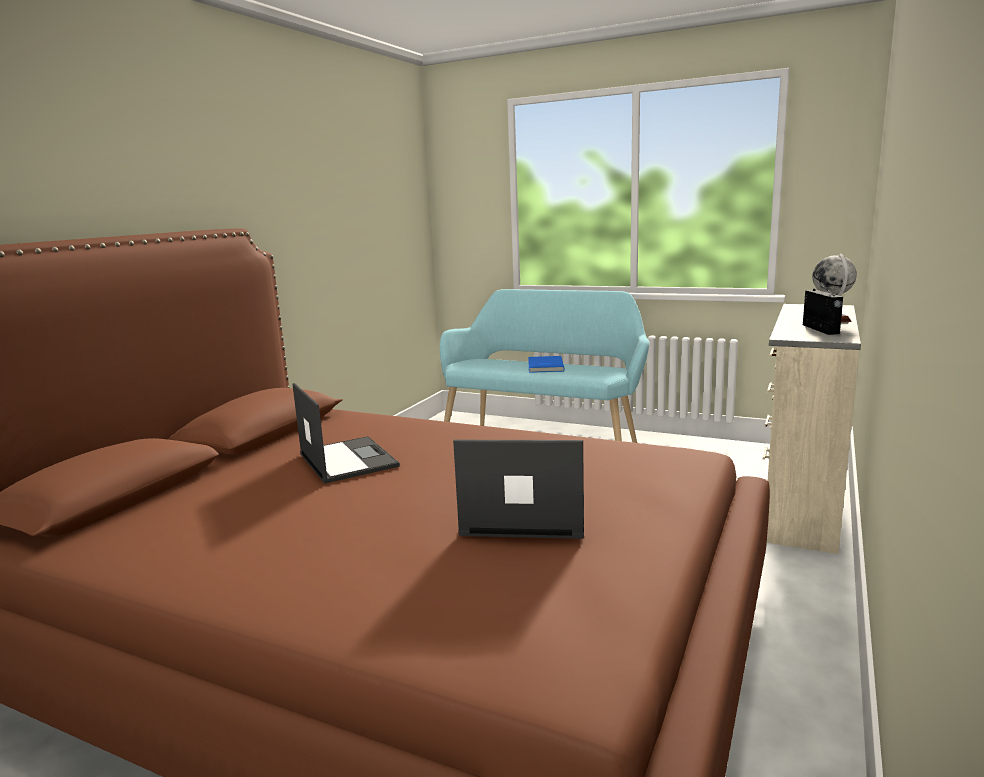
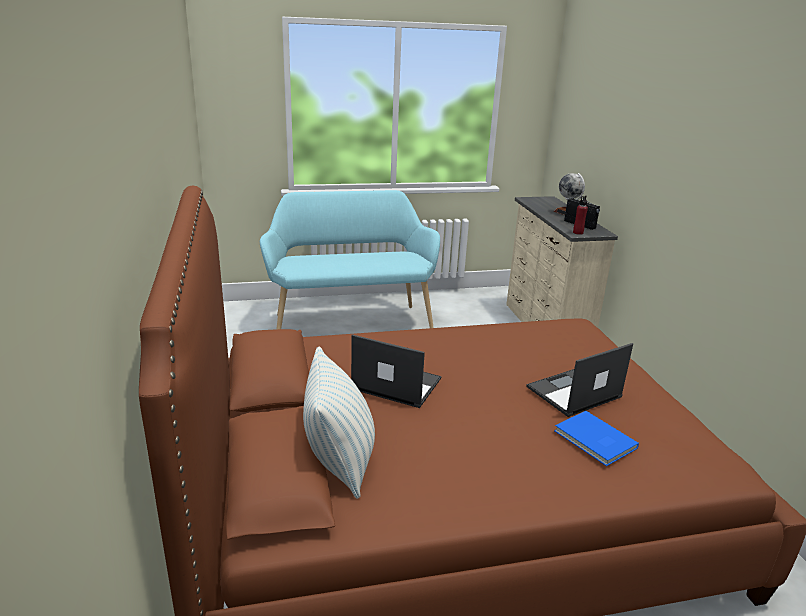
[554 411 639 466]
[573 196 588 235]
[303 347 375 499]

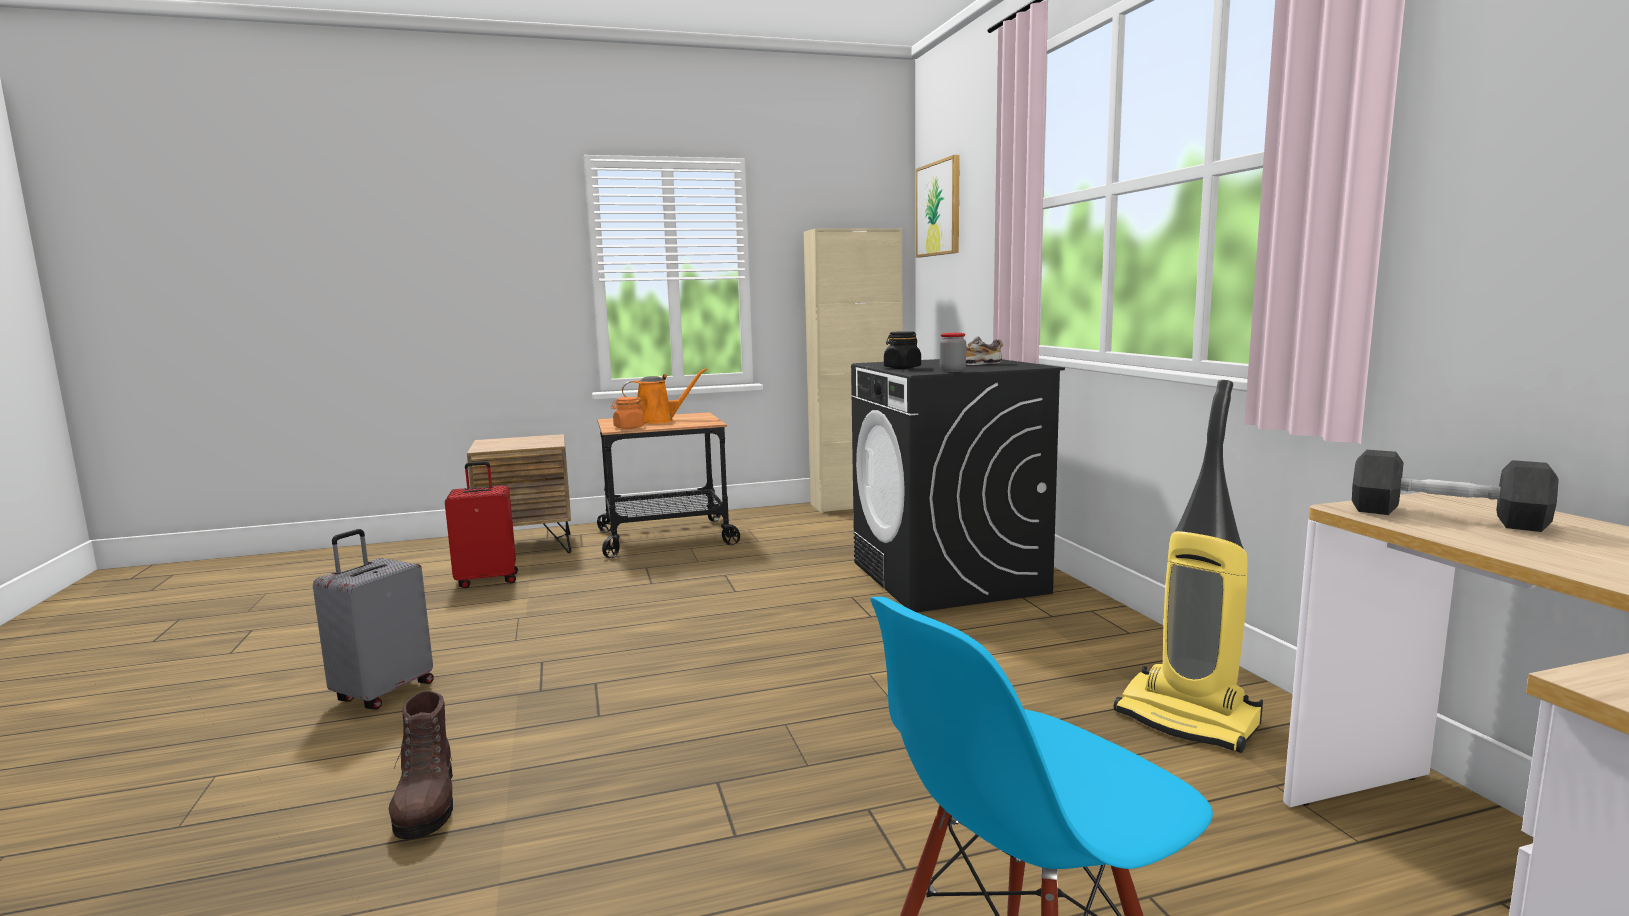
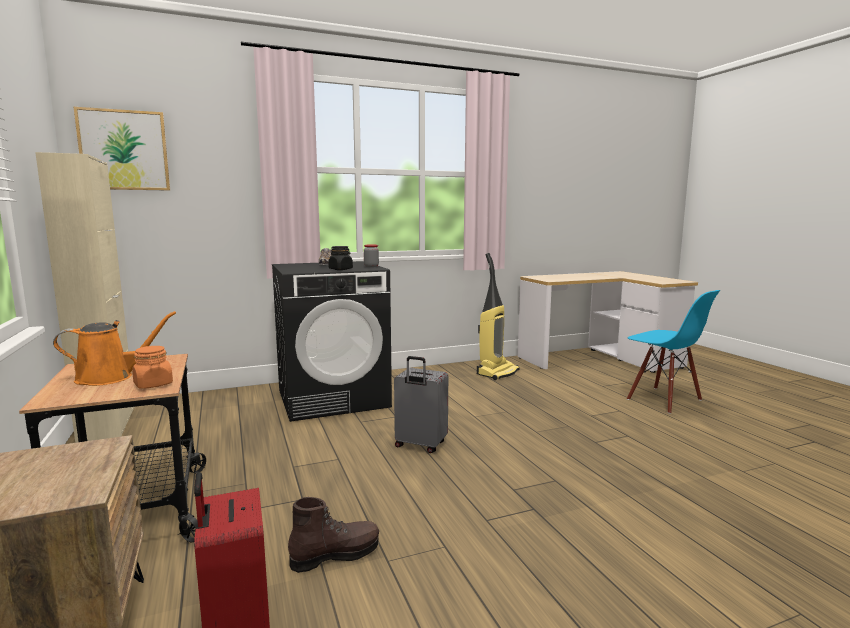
[53 311 176 386]
[1352 450 1559 532] (first image)
[394 356 448 453]
[288 497 379 573]

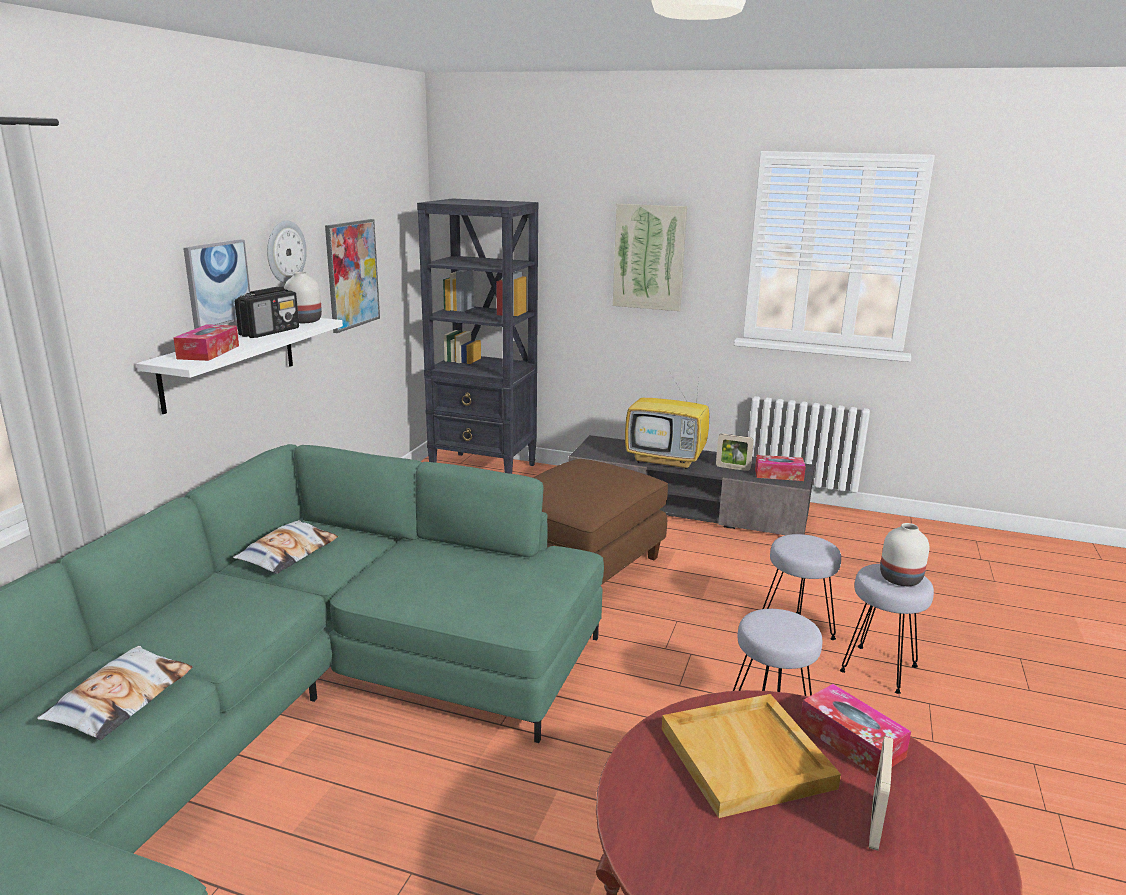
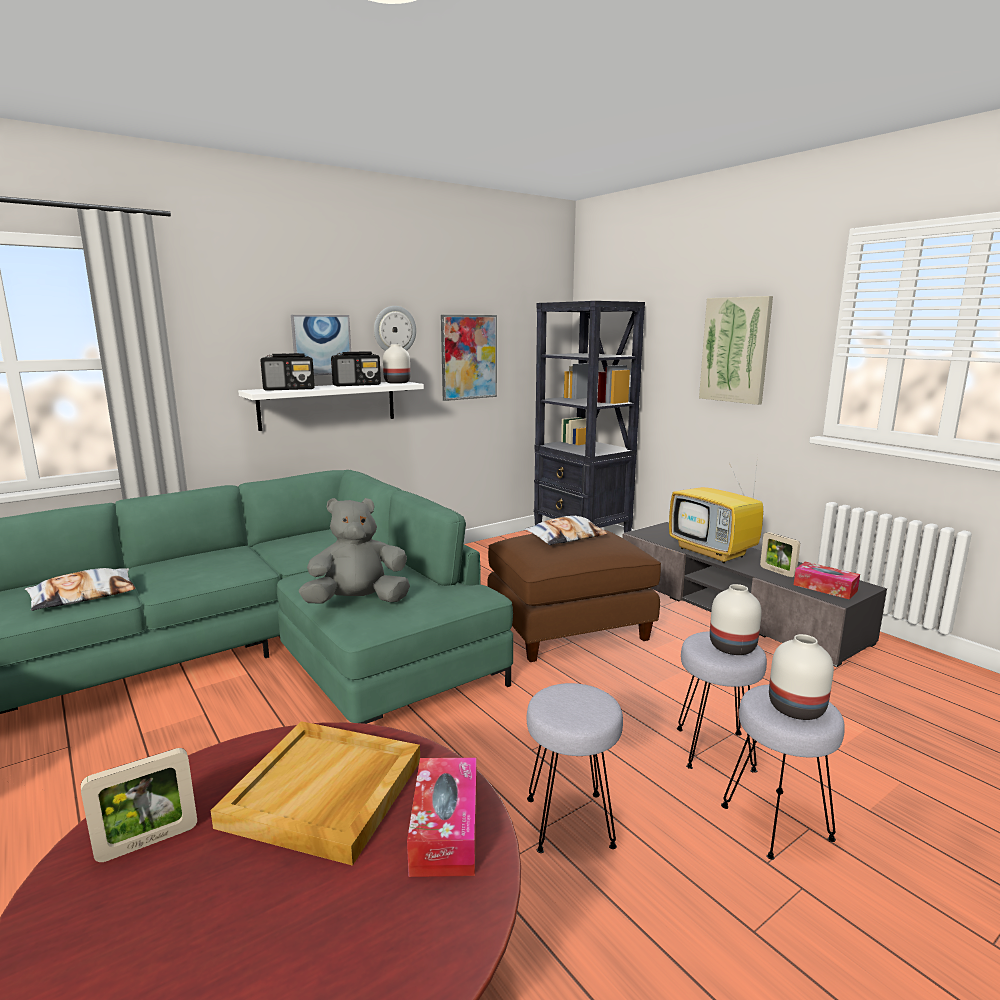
[260 353 315 391]
[524 516 608 545]
[81 748 197 862]
[299 498 410 604]
[710 584 762 655]

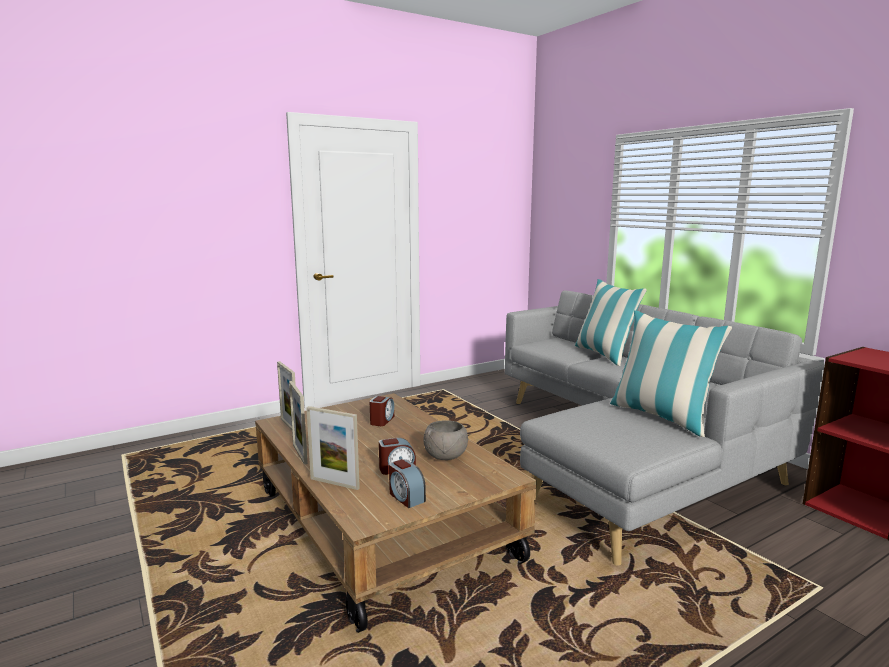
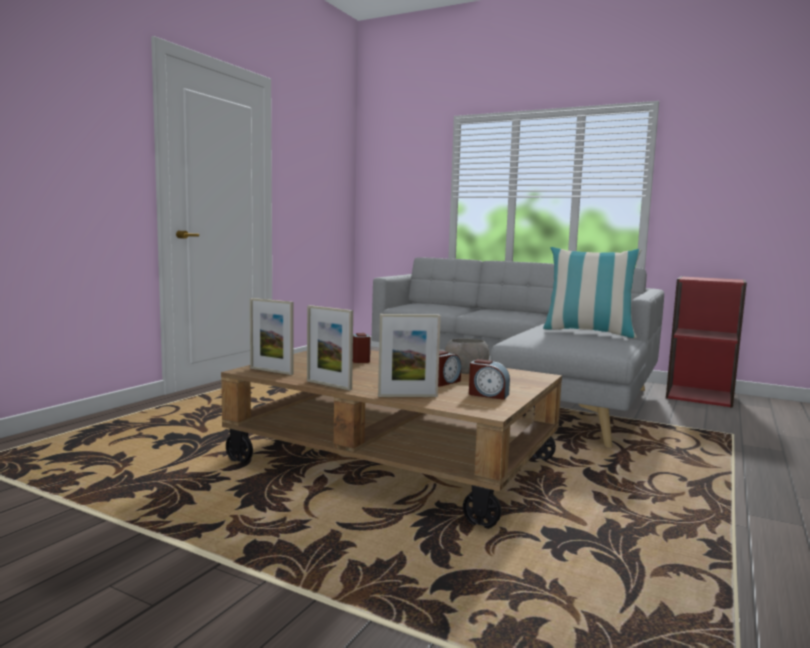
[575 279 647 366] (first image)

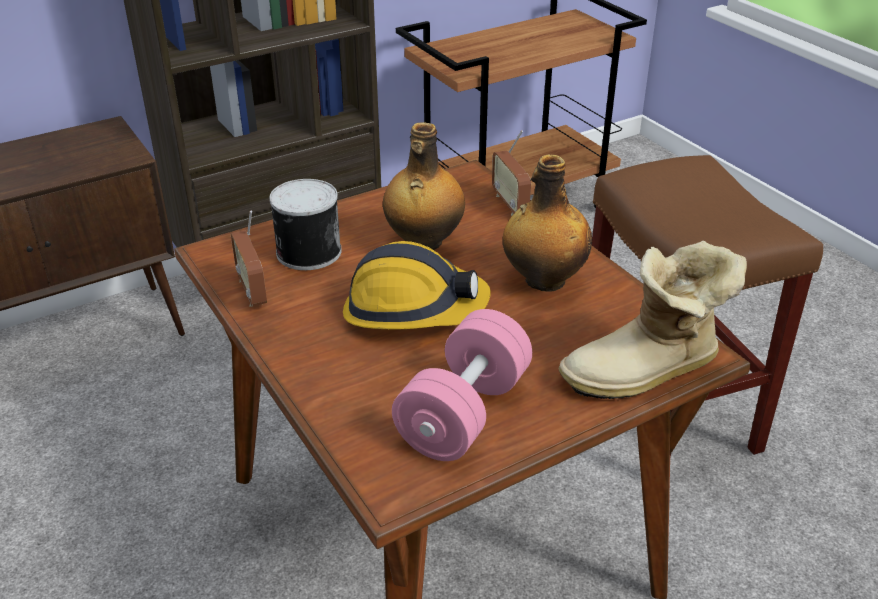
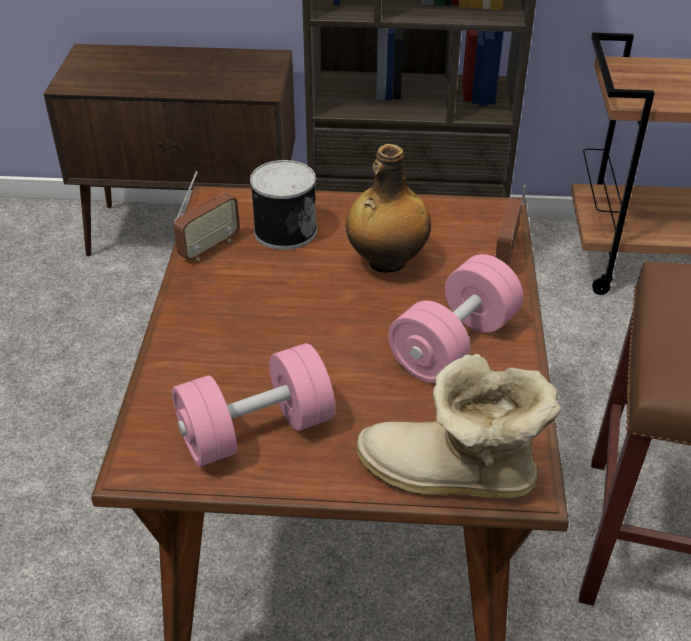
[388 254 523 383]
[173 171 240 261]
[343 241 491 329] (first image)

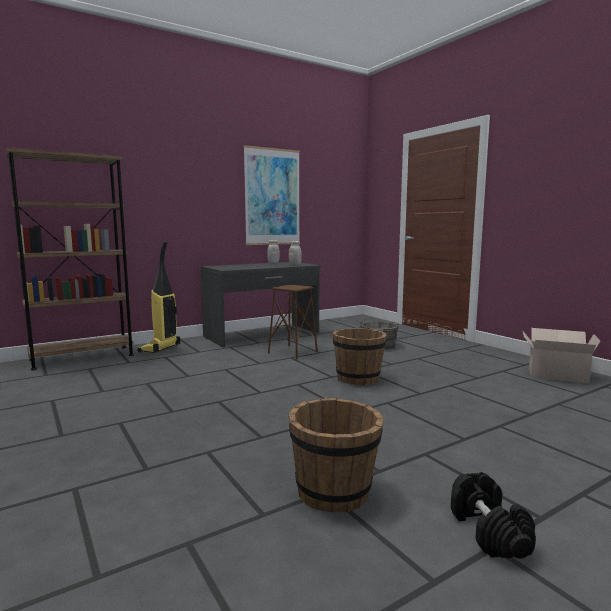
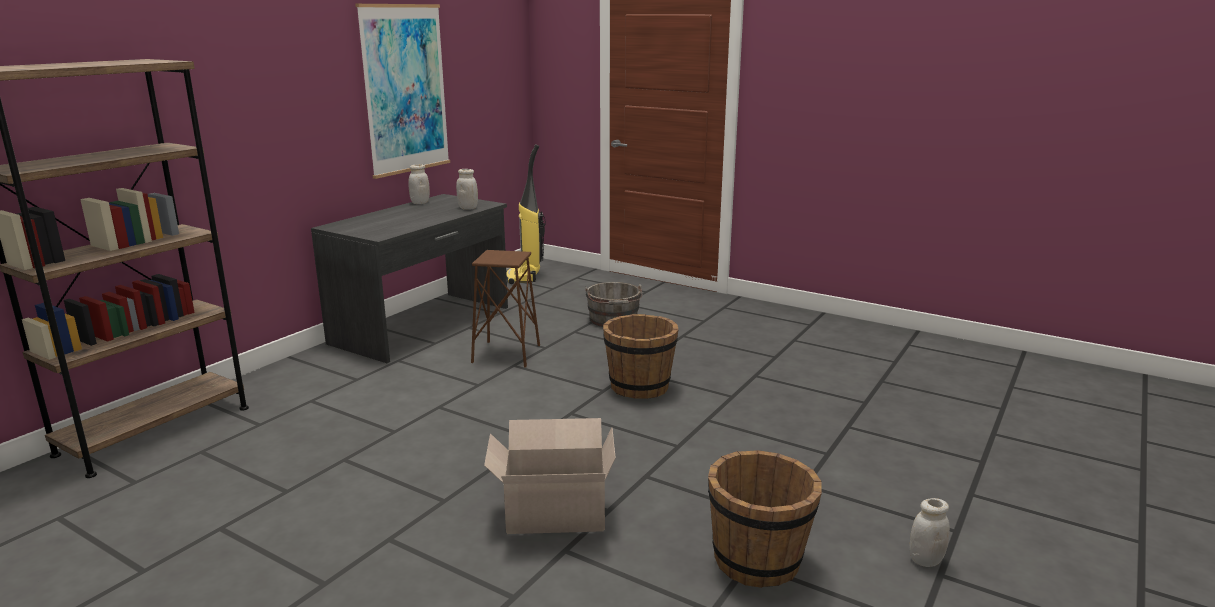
[506 144 546 284]
[484 418 616 534]
[910 498 950 567]

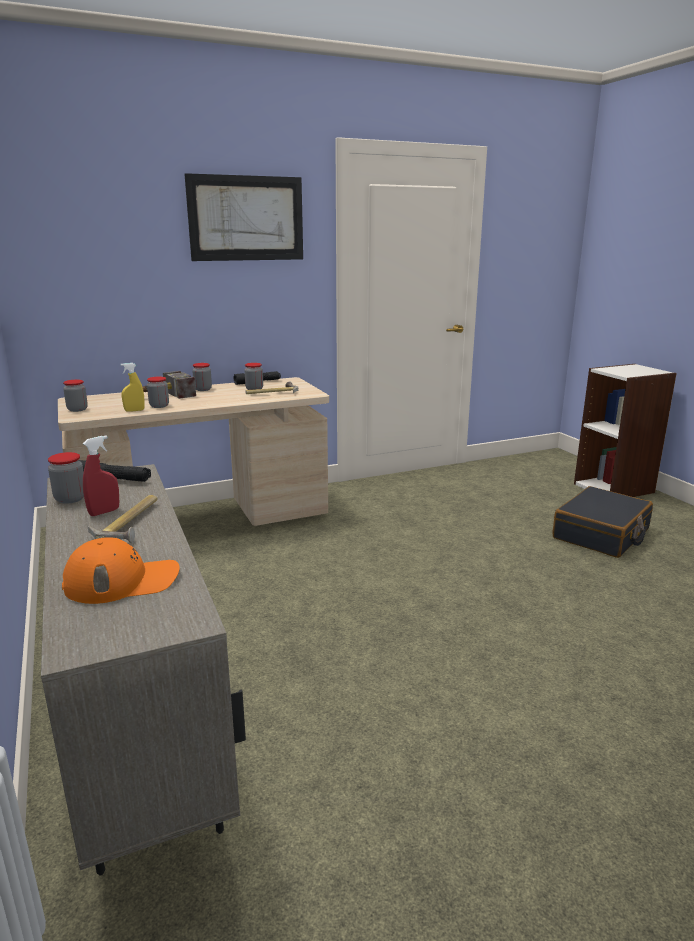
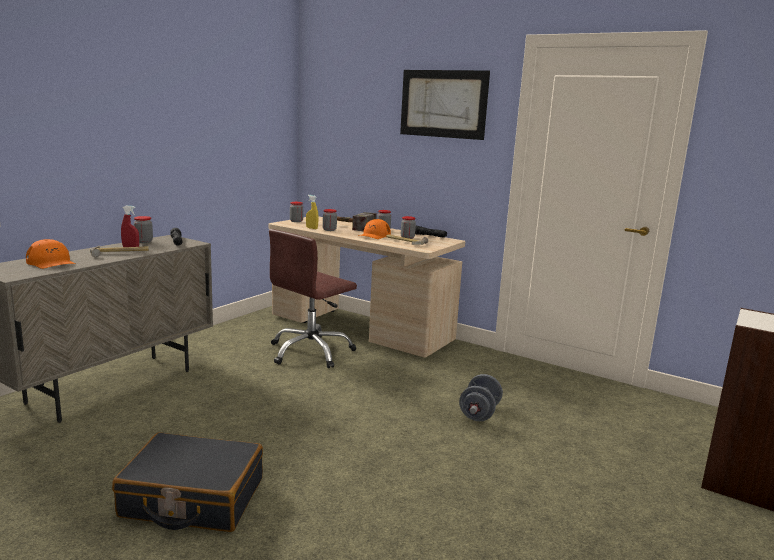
[112 432 263 532]
[358 219 391 239]
[269 229 357 368]
[459 374 503 421]

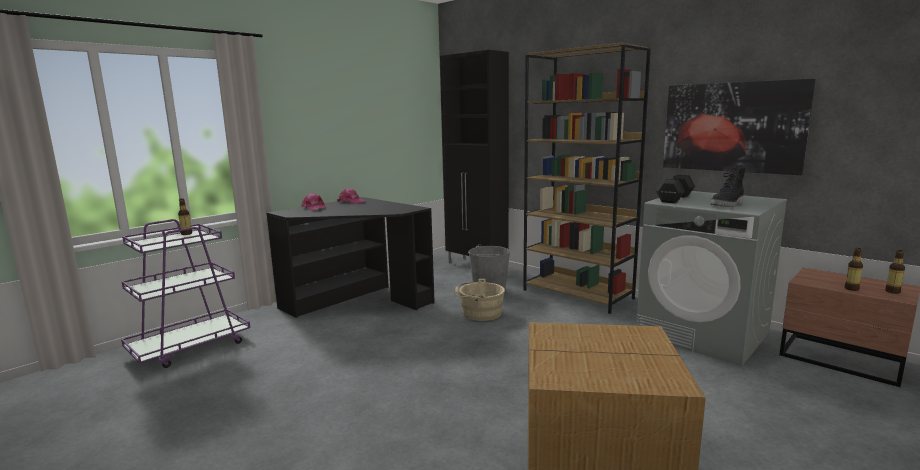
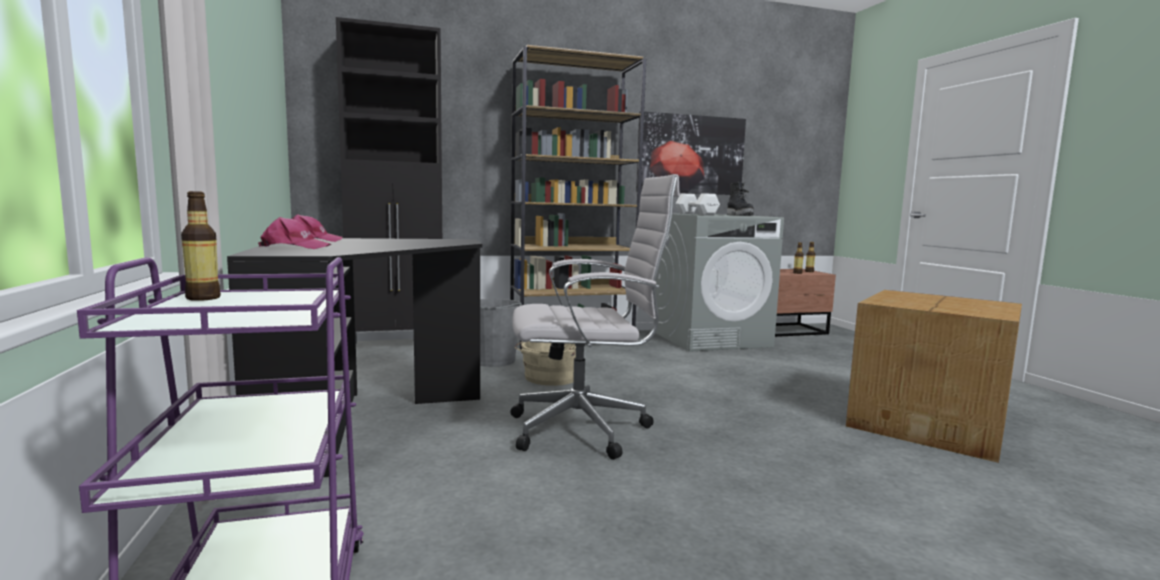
[675 194 720 215]
[511 174 680 460]

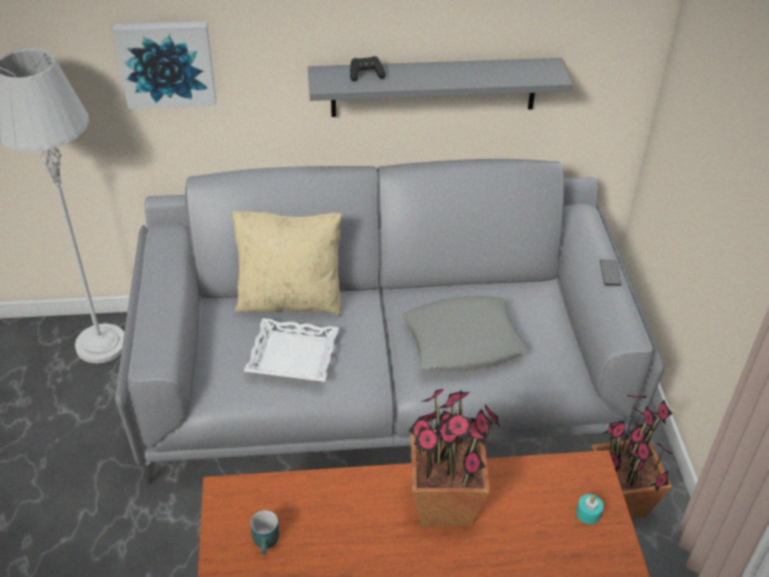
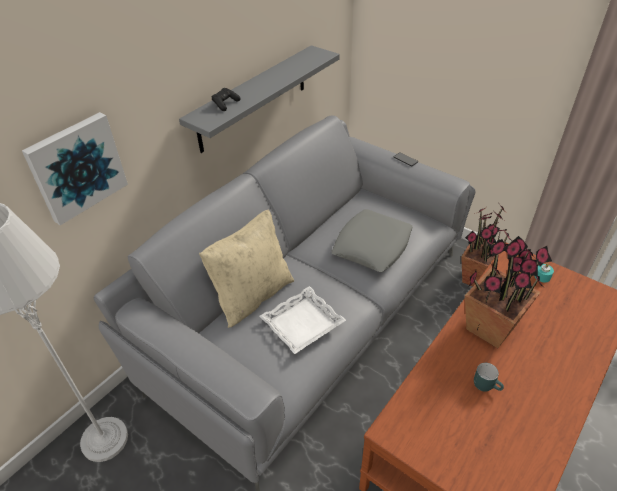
[474 363 504 392]

